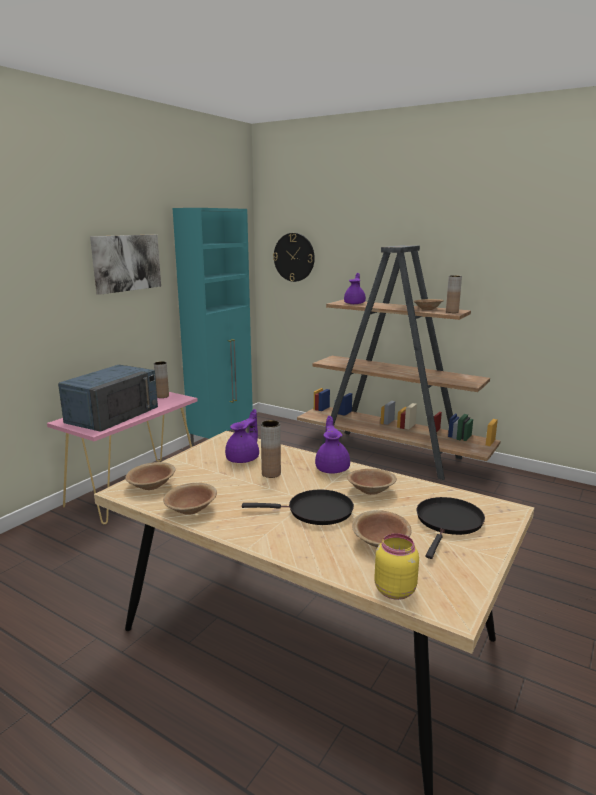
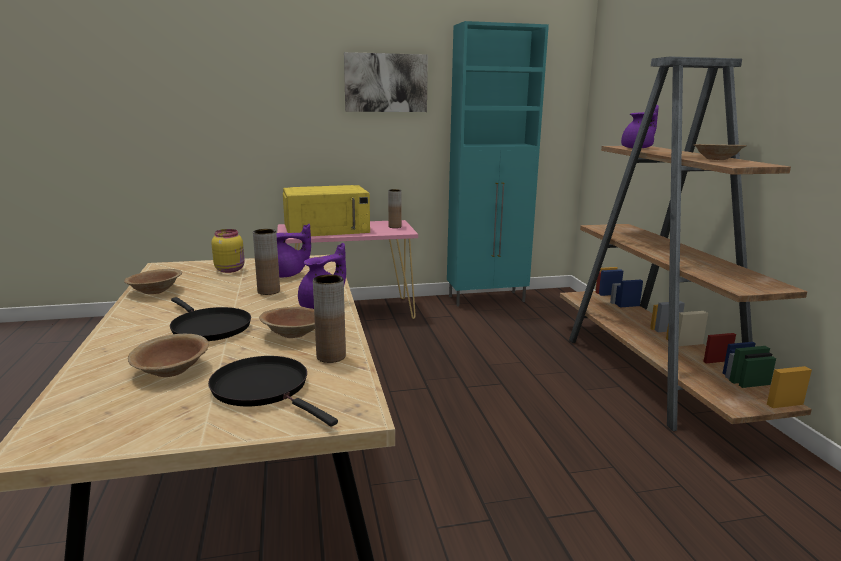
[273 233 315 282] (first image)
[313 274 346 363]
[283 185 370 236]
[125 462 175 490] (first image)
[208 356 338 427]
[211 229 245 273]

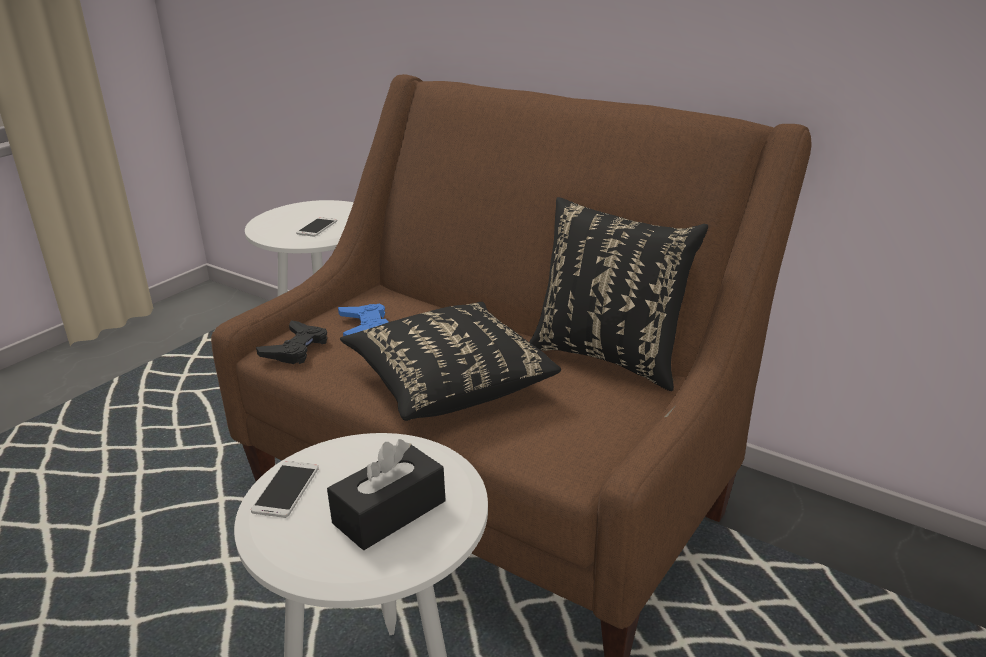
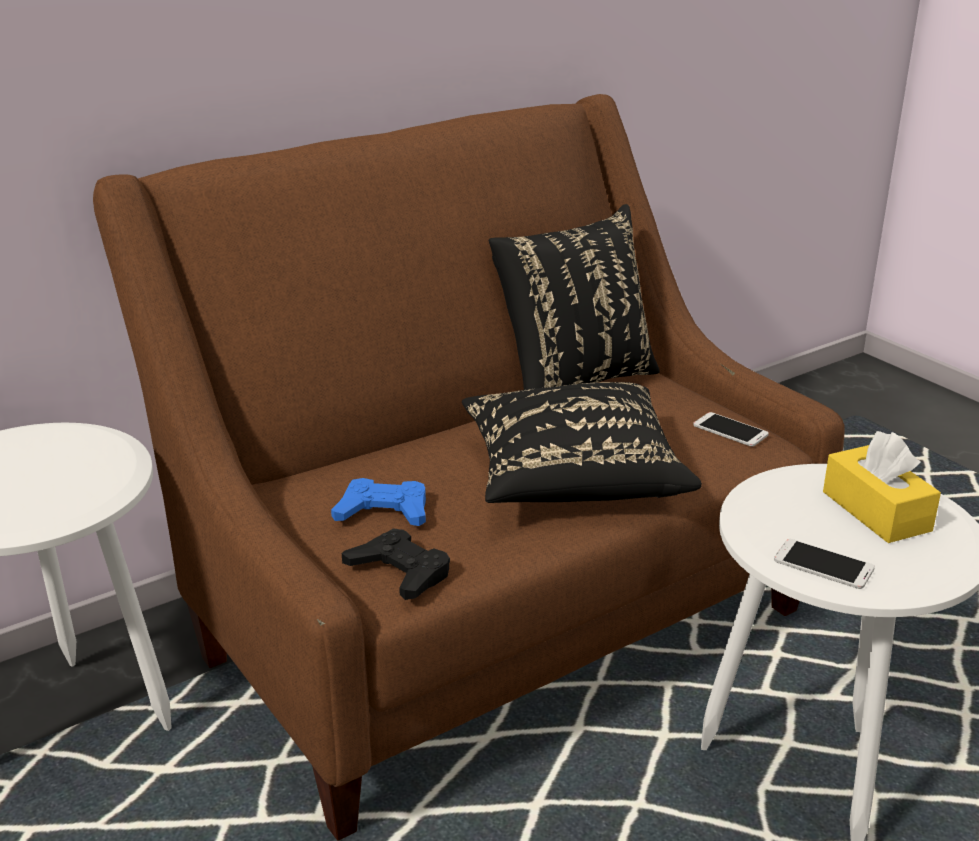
[693 412 769 447]
[823 431 941 543]

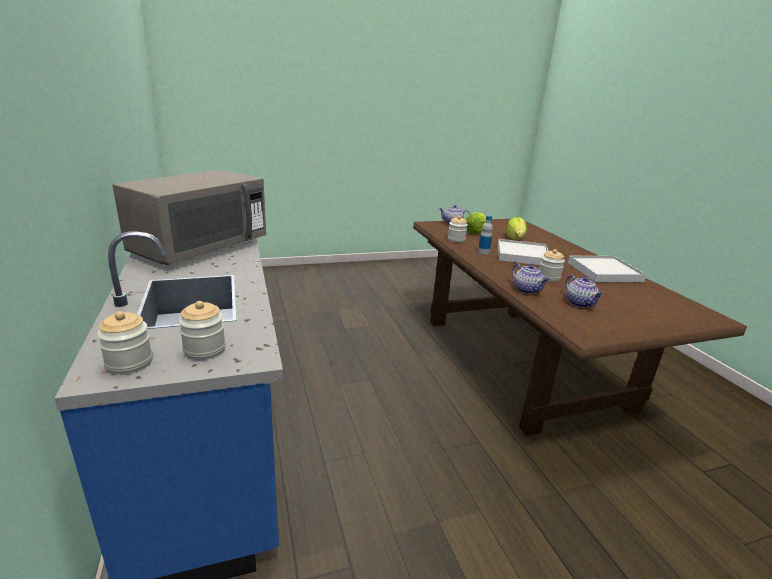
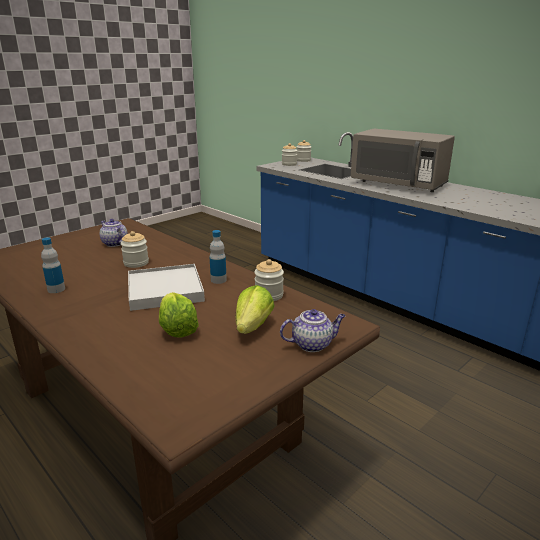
[351 129 455 192]
[41 237 65 293]
[512 264 549 294] (first image)

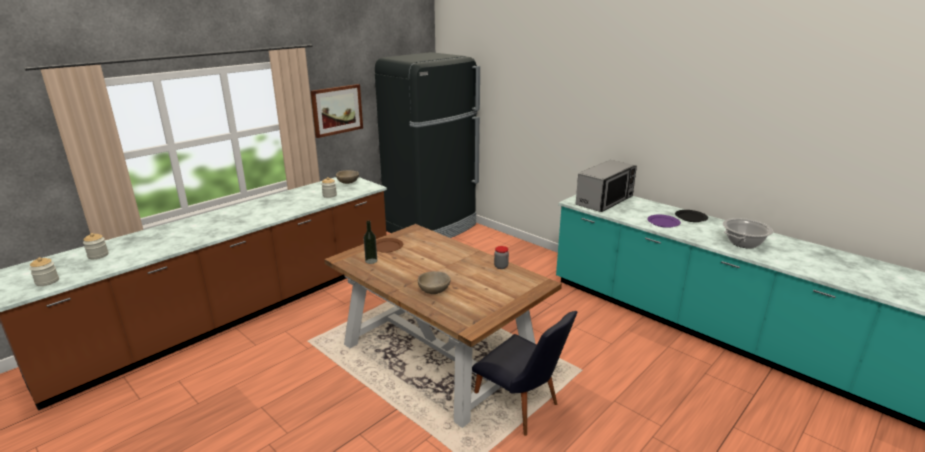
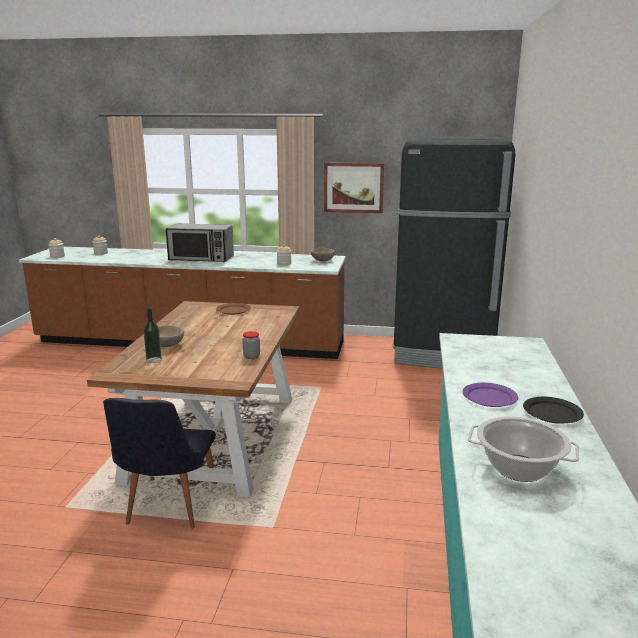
[166 224 234 262]
[143 308 162 363]

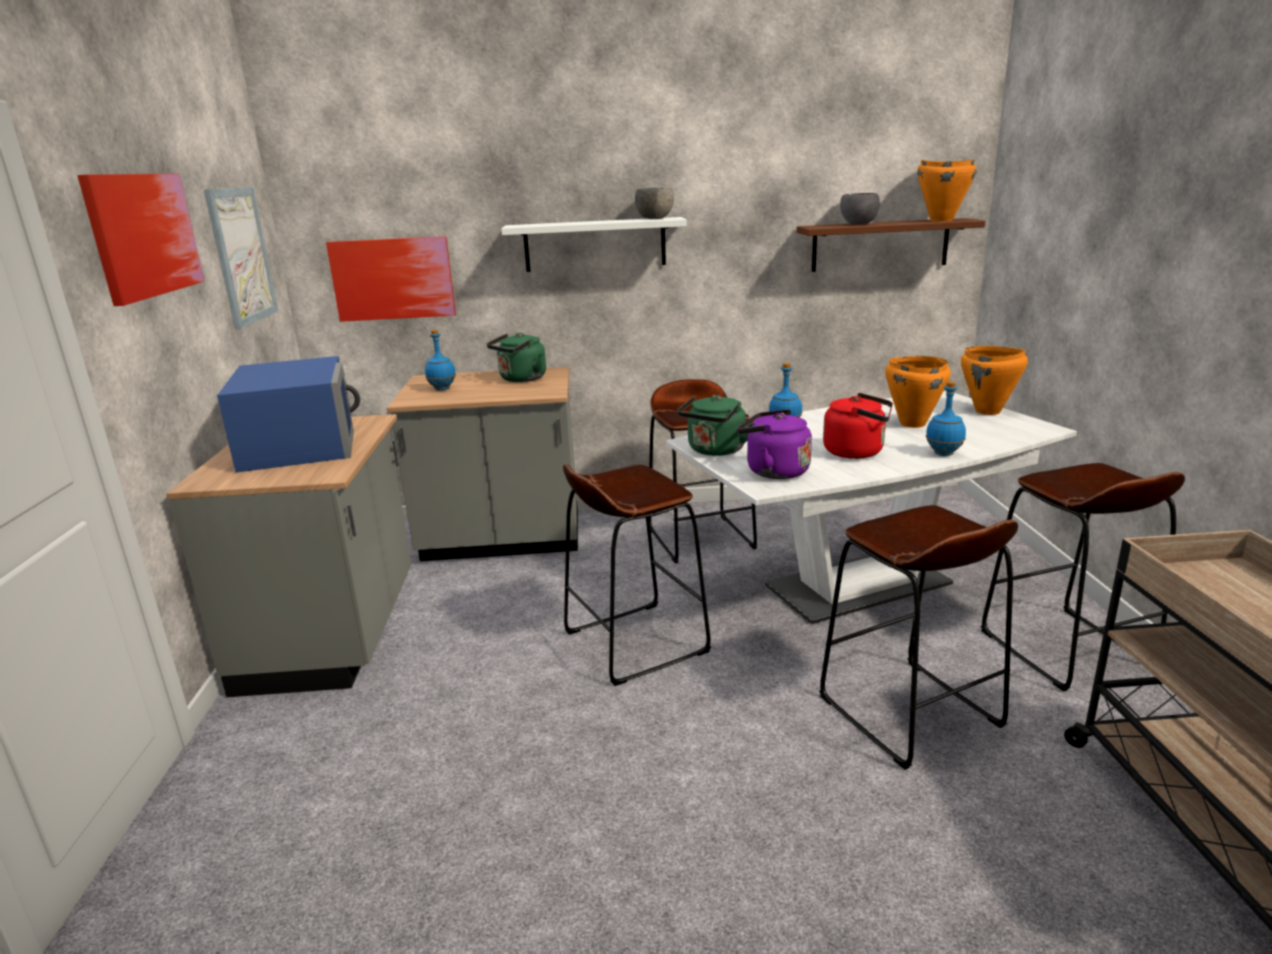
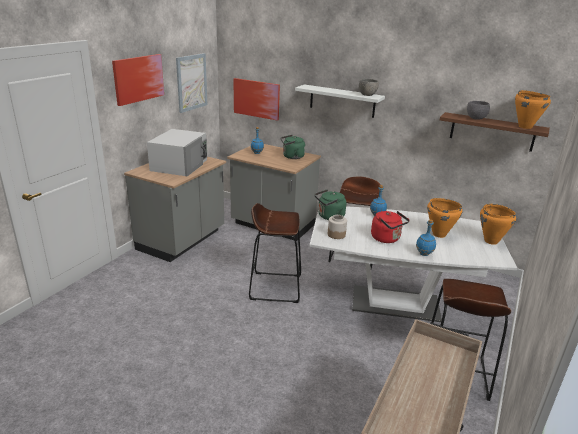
[147 129 207 176]
[328 215 347 239]
[819 505 1018 770] (first image)

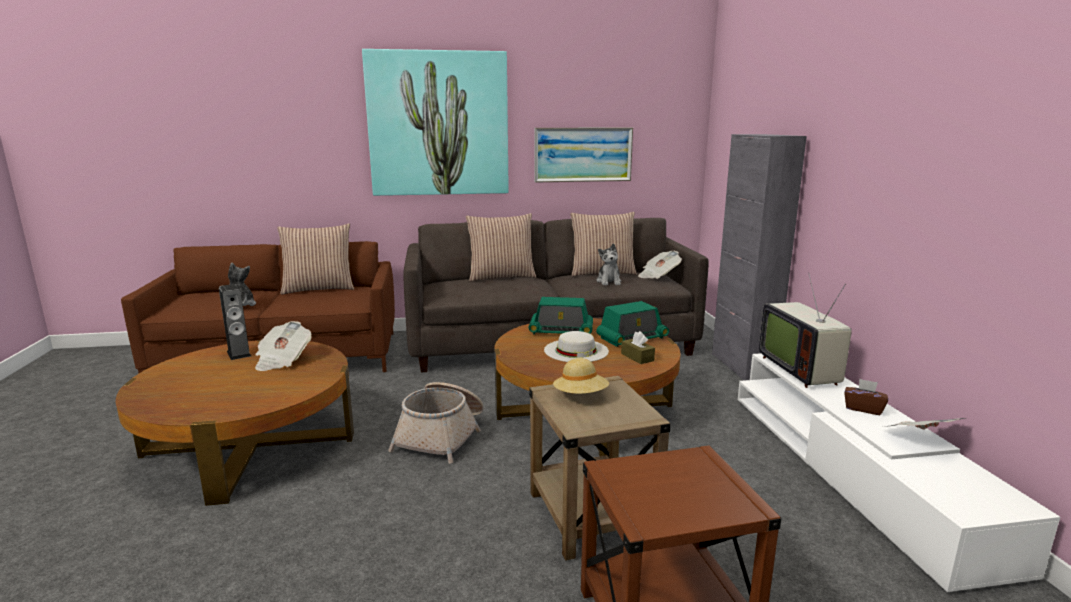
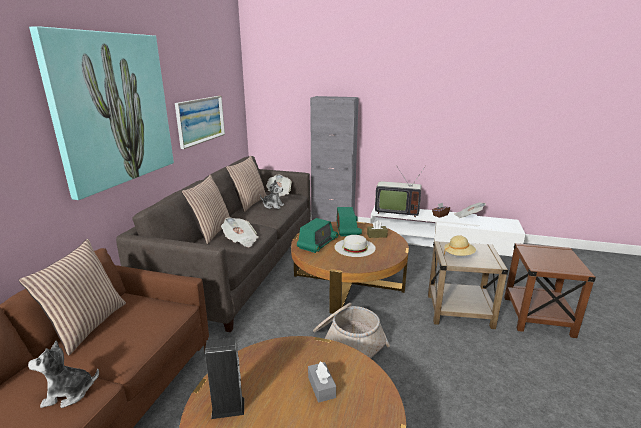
[221 217 259 247]
[308 361 336 403]

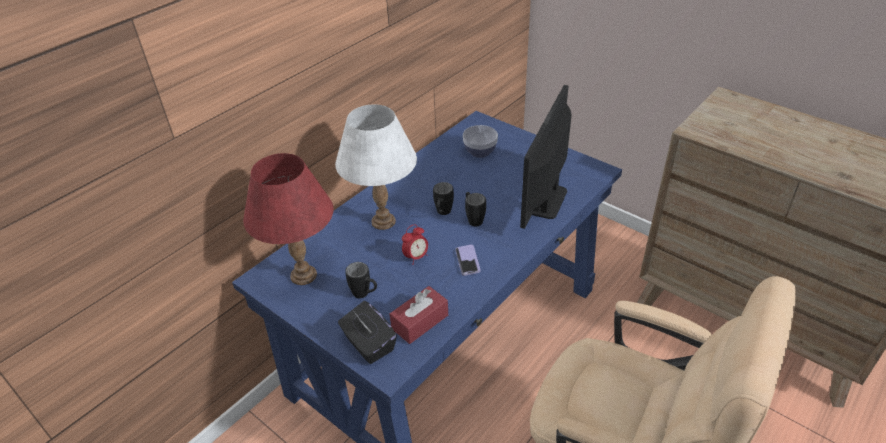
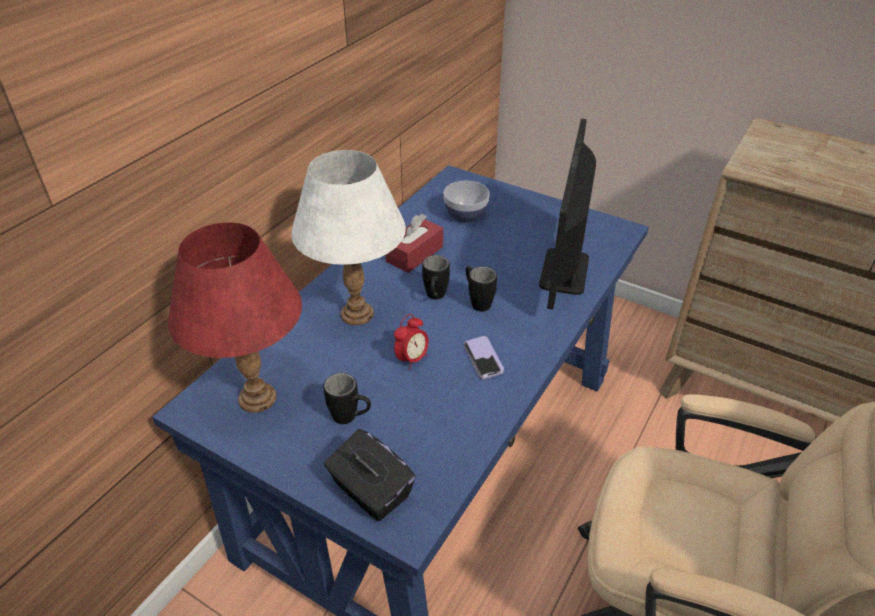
[386 214 443 273]

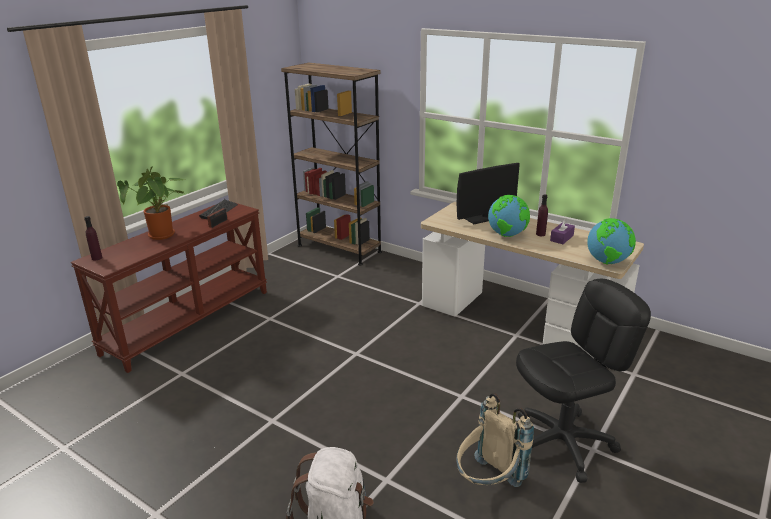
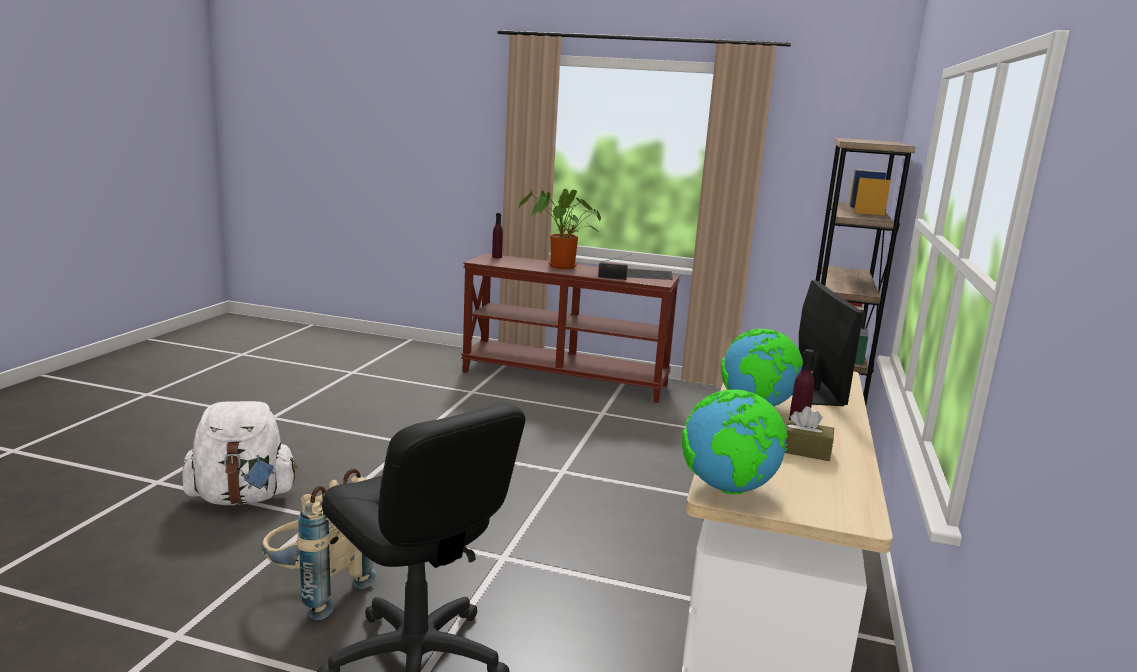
[799 280 864 406]
[782 406 834 461]

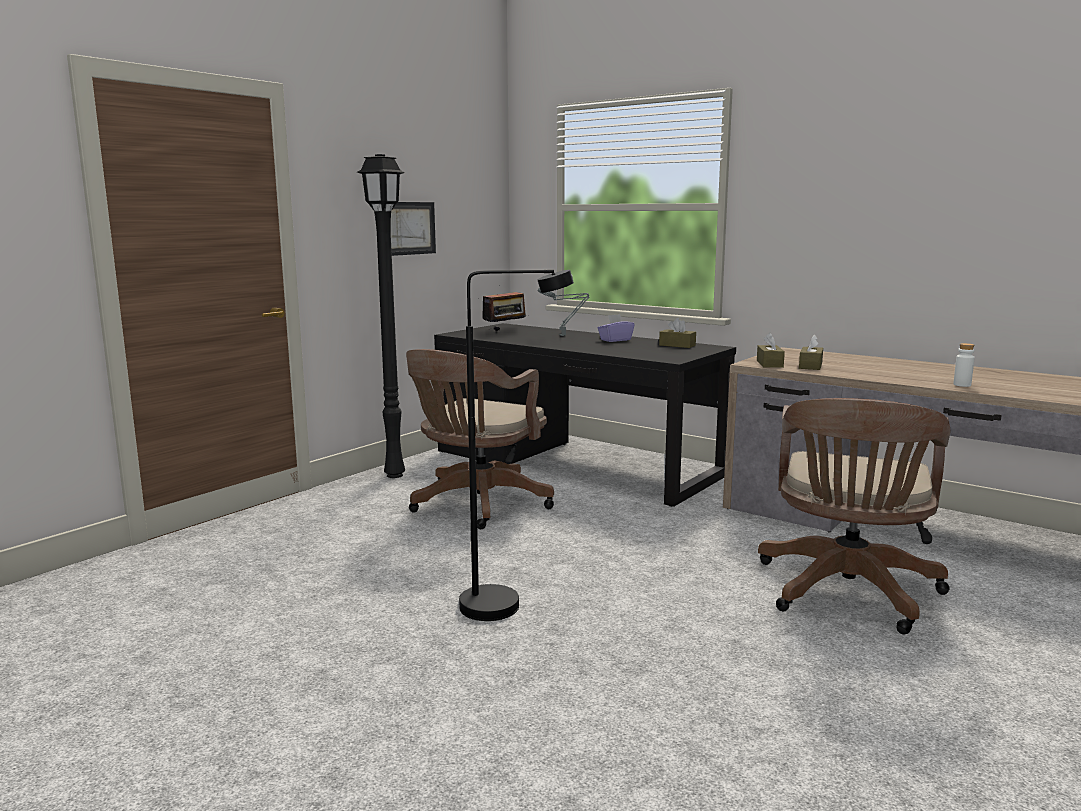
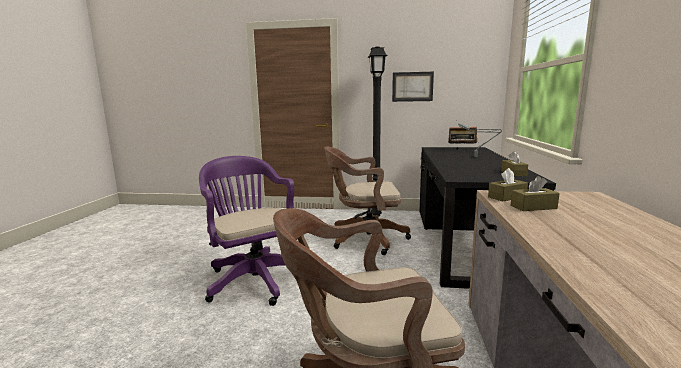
[199 156 294 306]
[598 314 635 342] (first image)
[953 343 975 387] (first image)

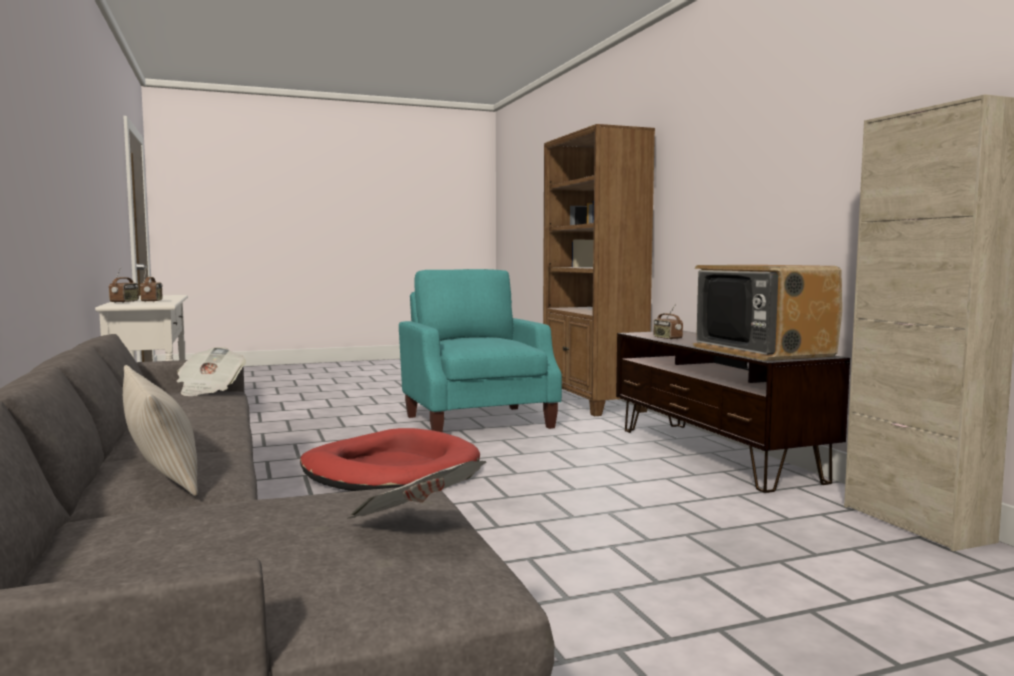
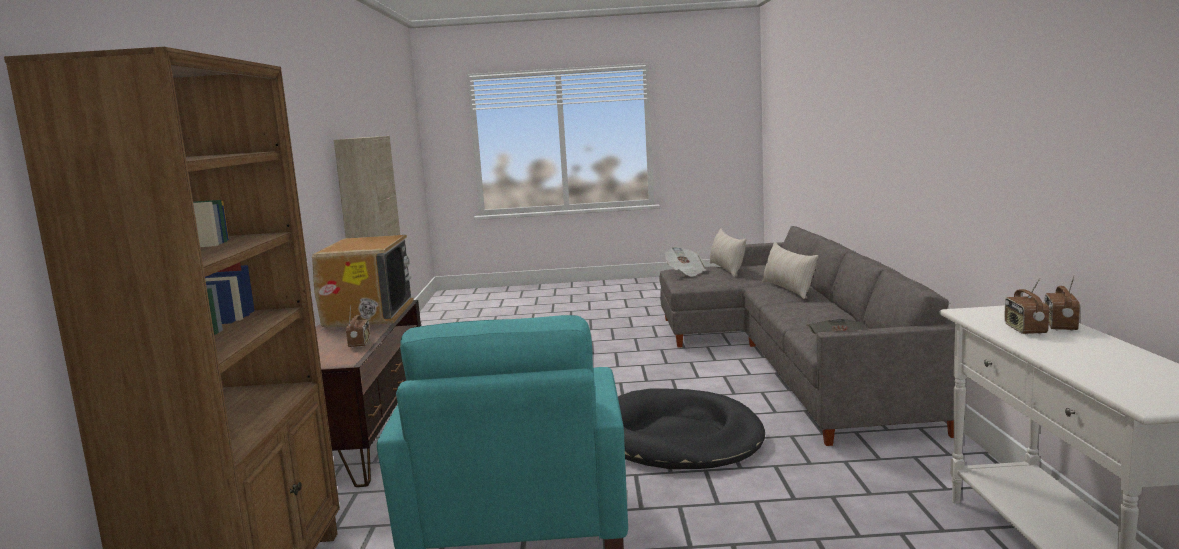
[618 388 765 469]
[710 228 746 277]

